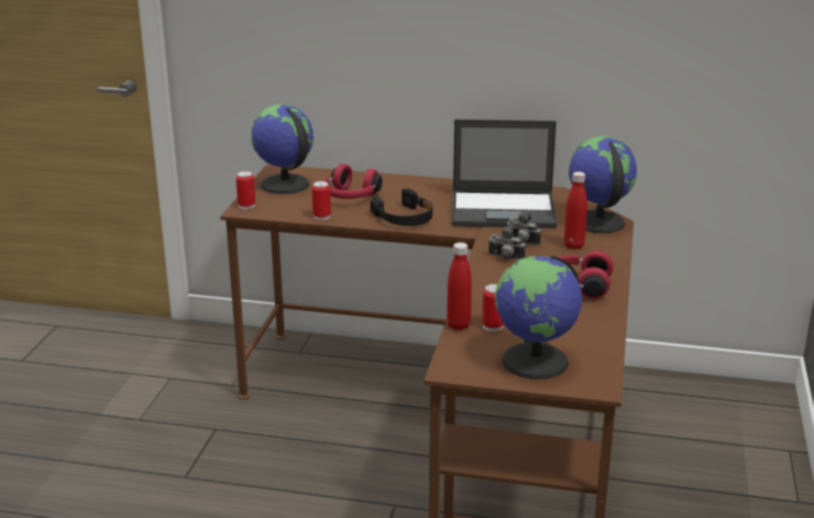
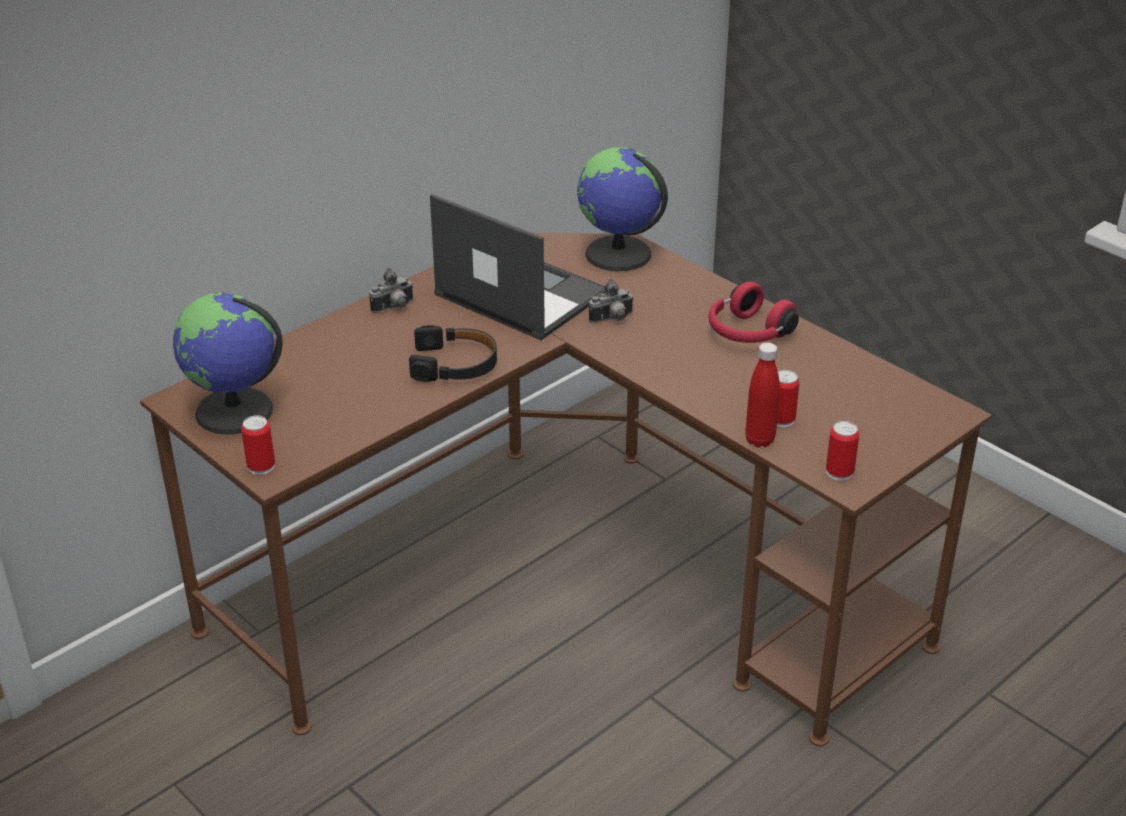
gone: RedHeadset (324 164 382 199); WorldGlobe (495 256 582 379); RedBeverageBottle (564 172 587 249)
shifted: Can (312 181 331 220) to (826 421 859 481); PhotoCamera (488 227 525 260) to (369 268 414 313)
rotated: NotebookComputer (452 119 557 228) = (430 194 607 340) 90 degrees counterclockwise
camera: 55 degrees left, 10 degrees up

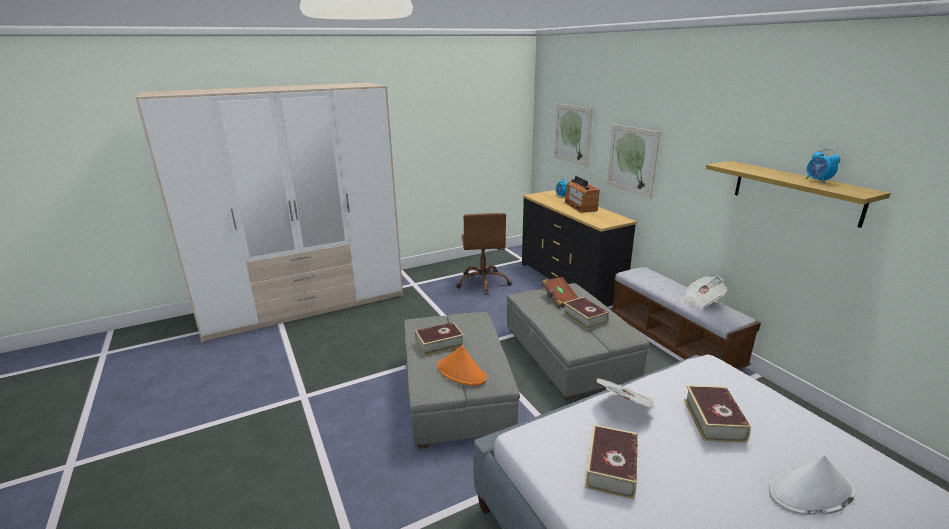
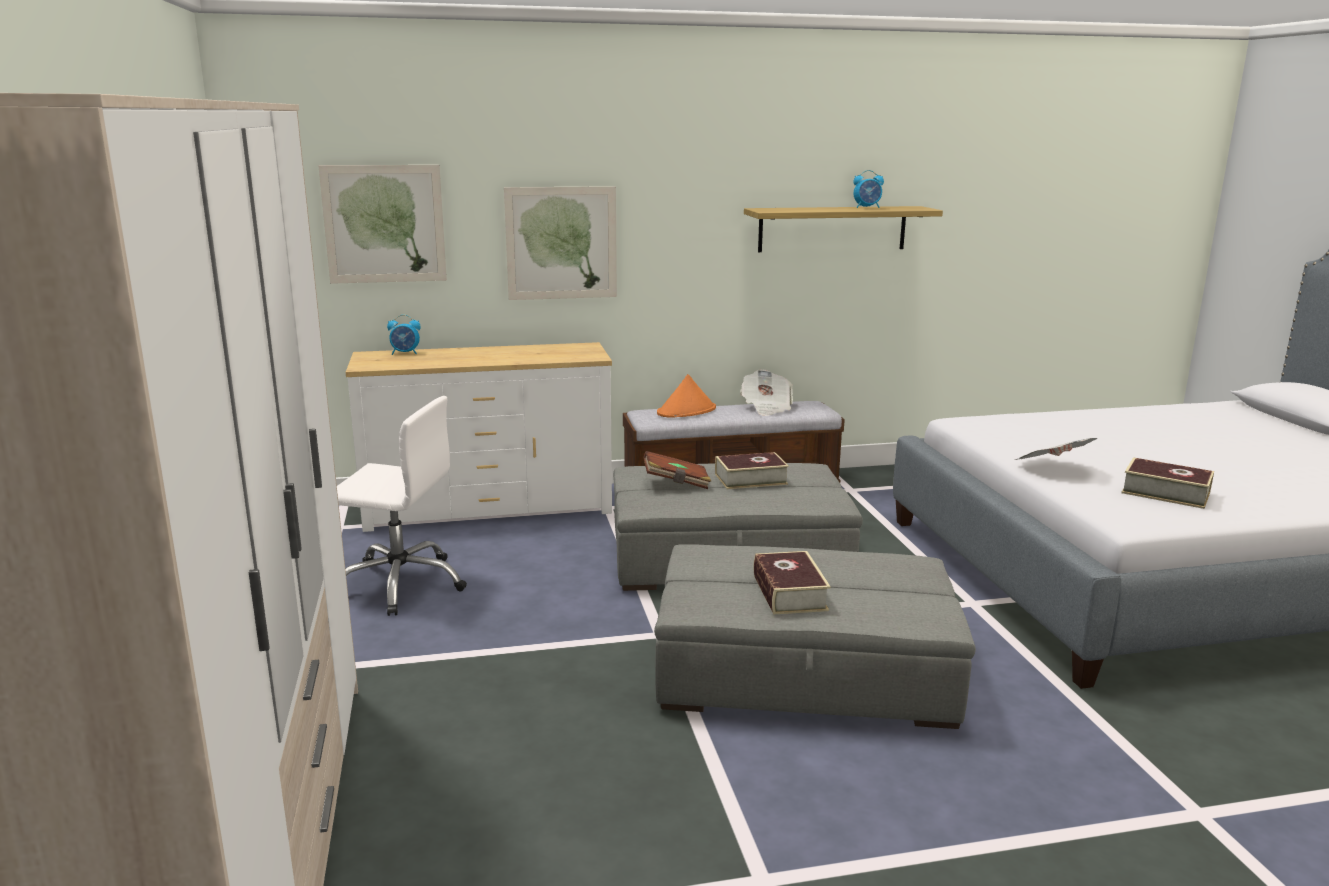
gone: Radio (565 176 600 213); BoundBook (684 385 751 443); WhitishHat (769 455 856 515)
shifted: OrangeyHat (437 345 487 386) to (657 374 716 417)
repainted: BrownColouredOfficeChair (456 213 512 295) to WhitishOfficeChair (337 396 467 616); BlackishDresser (522 190 637 307) to WhitishDresser (346 342 612 532)
camera: 75 degrees left, 5 degrees down

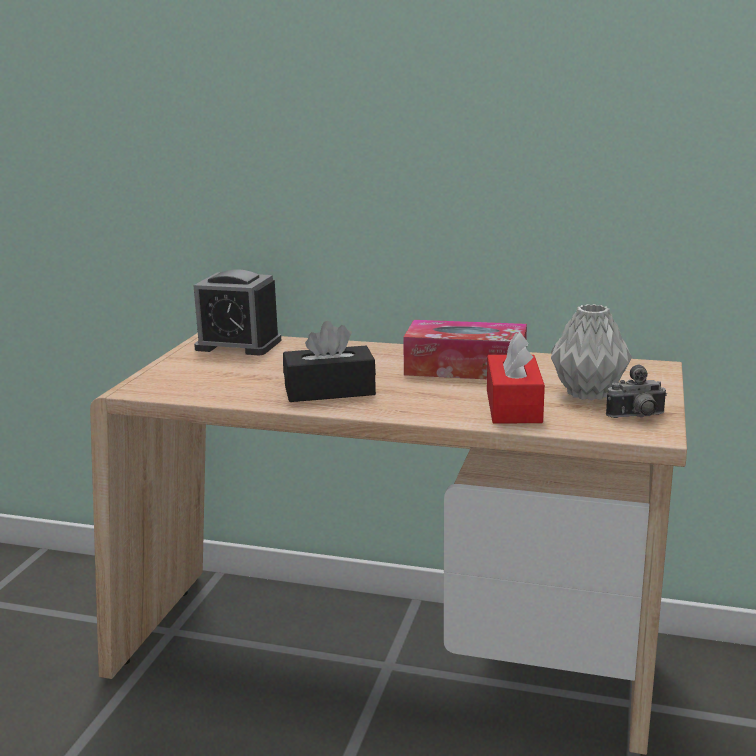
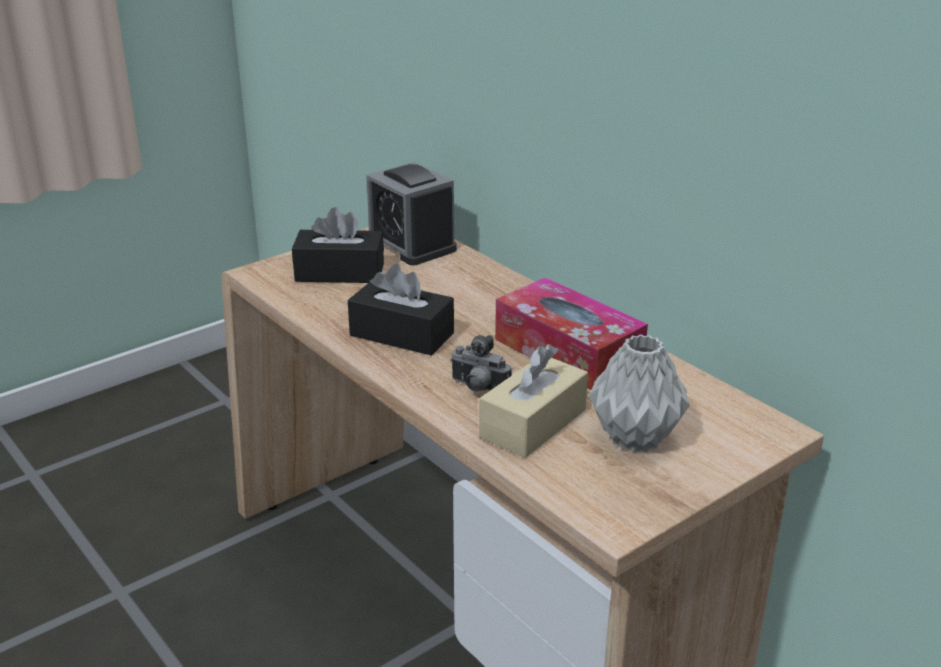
new: BlackishTissueHolder (292 207 384 283)
shifted: PhotoCamera (606 364 667 418) to (450 335 512 392)
repainted: RedTissueHolder (487 331 545 423) to SandColouredTissueHolder (479 344 588 458)
camera: 35 degrees right, 10 degrees up

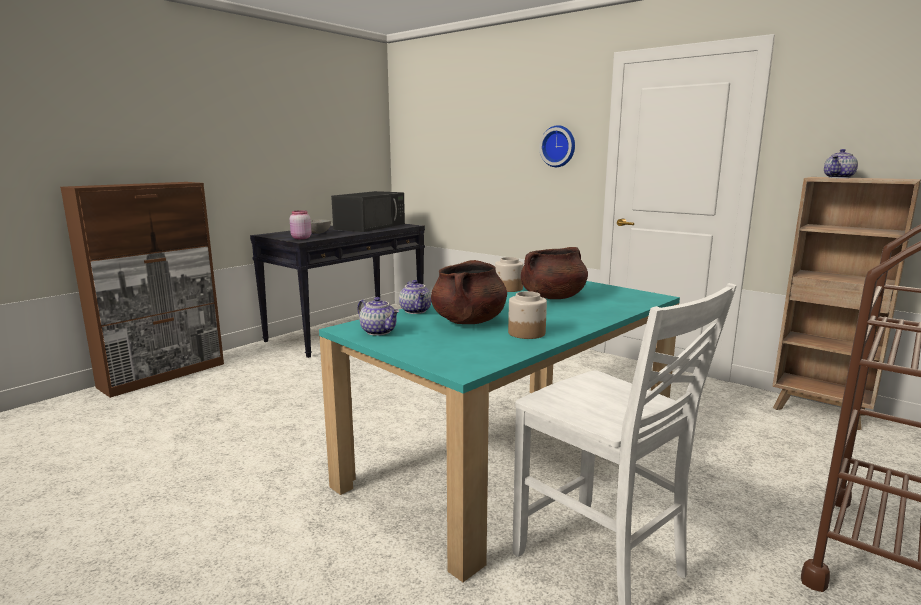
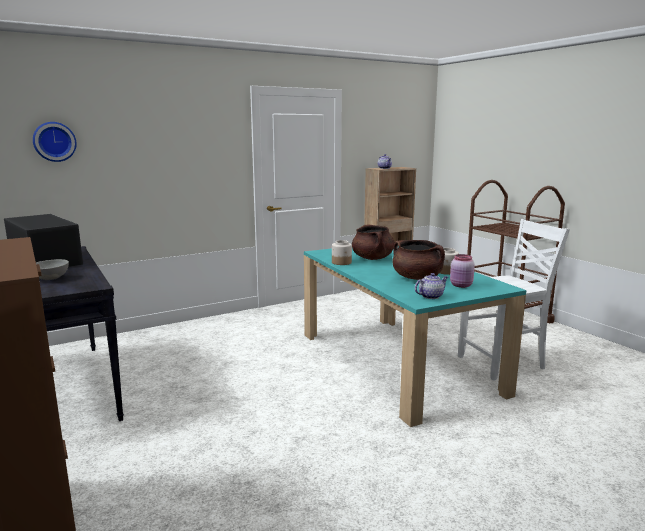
gone: Teapot (399 280 431 314)
shifted: PinkishStorageJar (290 210 311 239) to (450 254 475 288); ClockOnTheWall (539 125 575 167) to (33 122 77 162)
camera: 70 degrees left, 0 degrees up

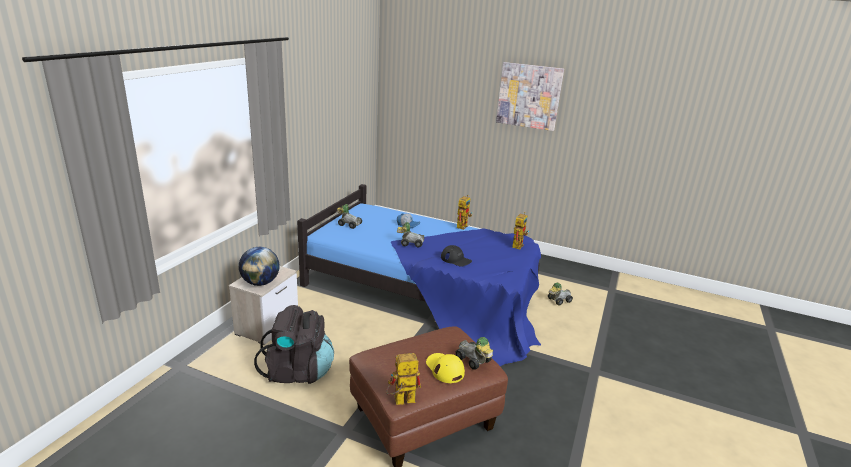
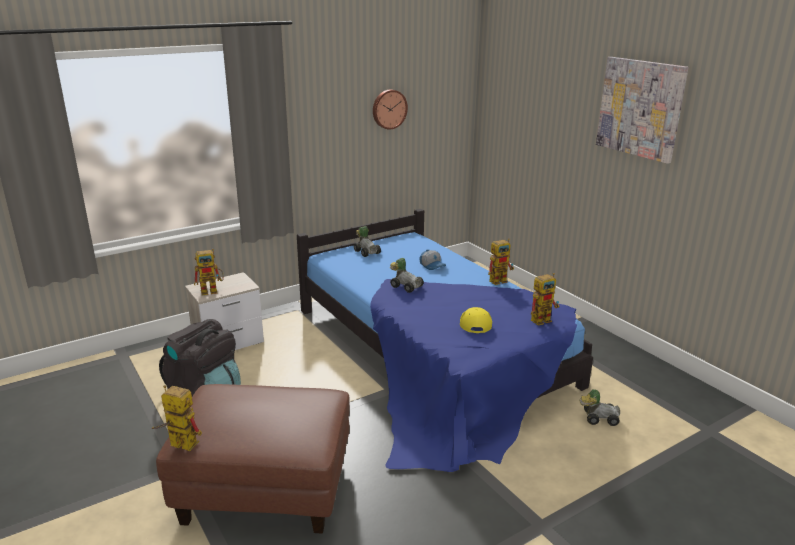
gone: BlackishCap (441 245 472 267); ModelCar (455 337 493 370)
new: ClockOnTheWall (373 90 408 130)
shifted: YellowColouredCap (426 353 465 383) to (460 307 492 333)
swapped: WorldGlobe (239 247 280 286) to ToyRobot (194 249 224 295)
camera: 35 degrees right, 0 degrees up

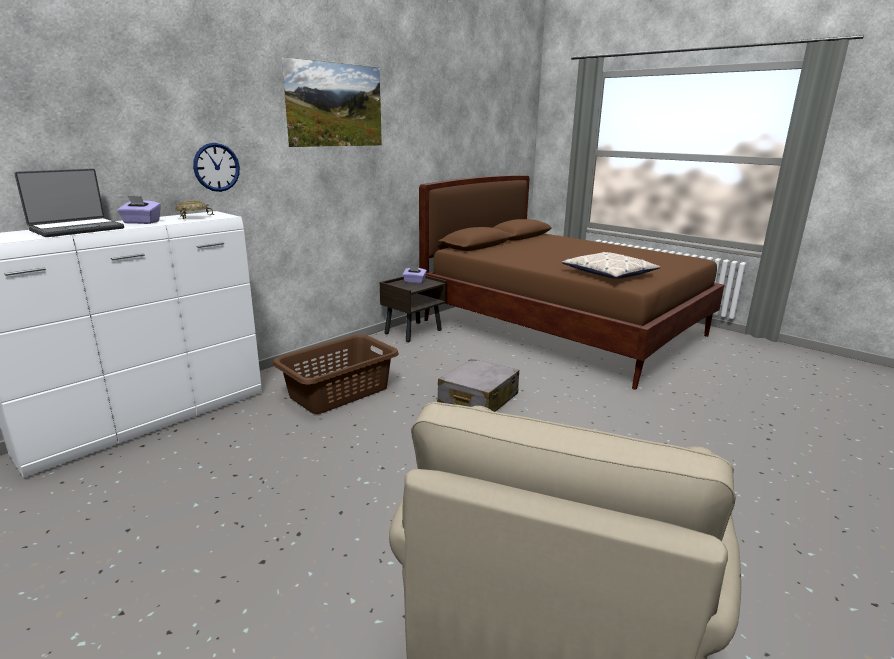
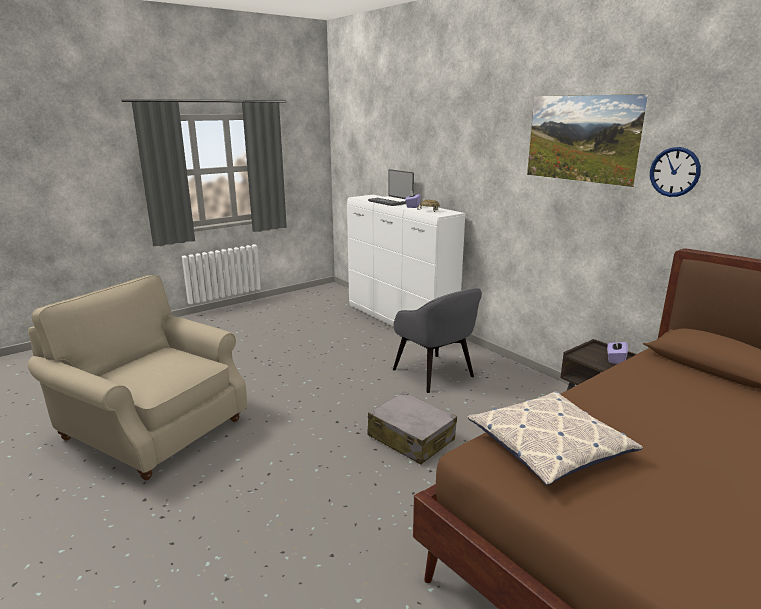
shifted: ClockOnTheWall (193 143 240 192) to (650 147 701 197)
swapped: BrownColouredWashingBasket (273 334 399 414) to GreyArmchair (393 288 482 393)
camera: 100 degrees right, 0 degrees up

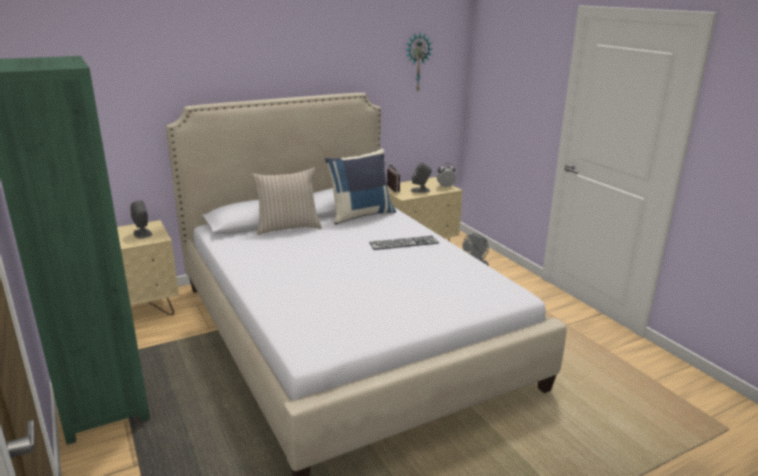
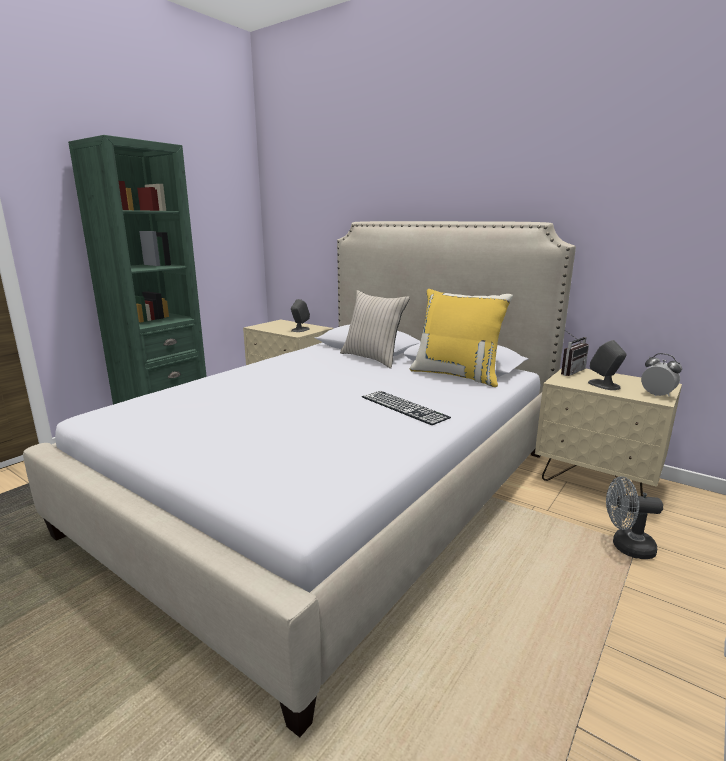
gone: ClockOnTheWall (406 33 433 93)
repainted: BlueColouredPillow (325 149 396 224) to YellowColouredPillow (410 289 513 387)
camera: 65 degrees right, 5 degrees down

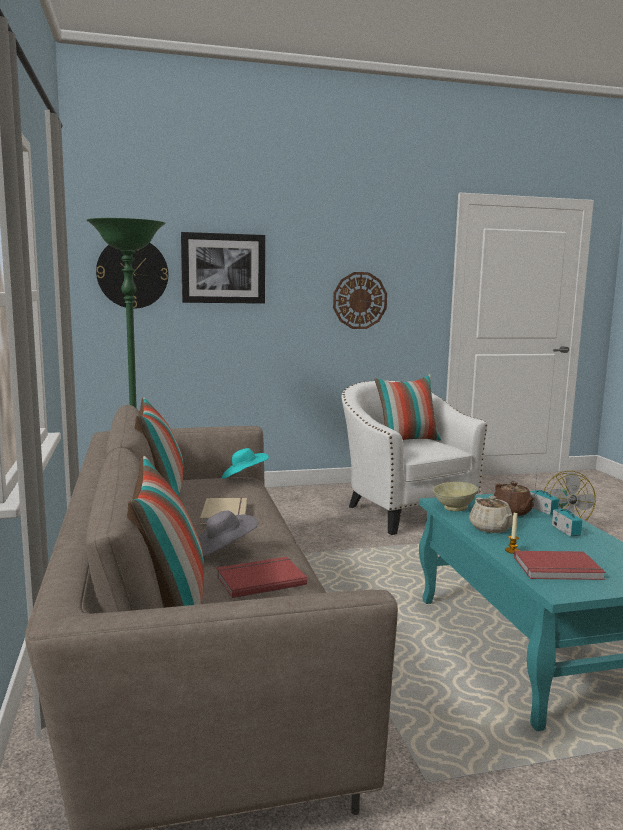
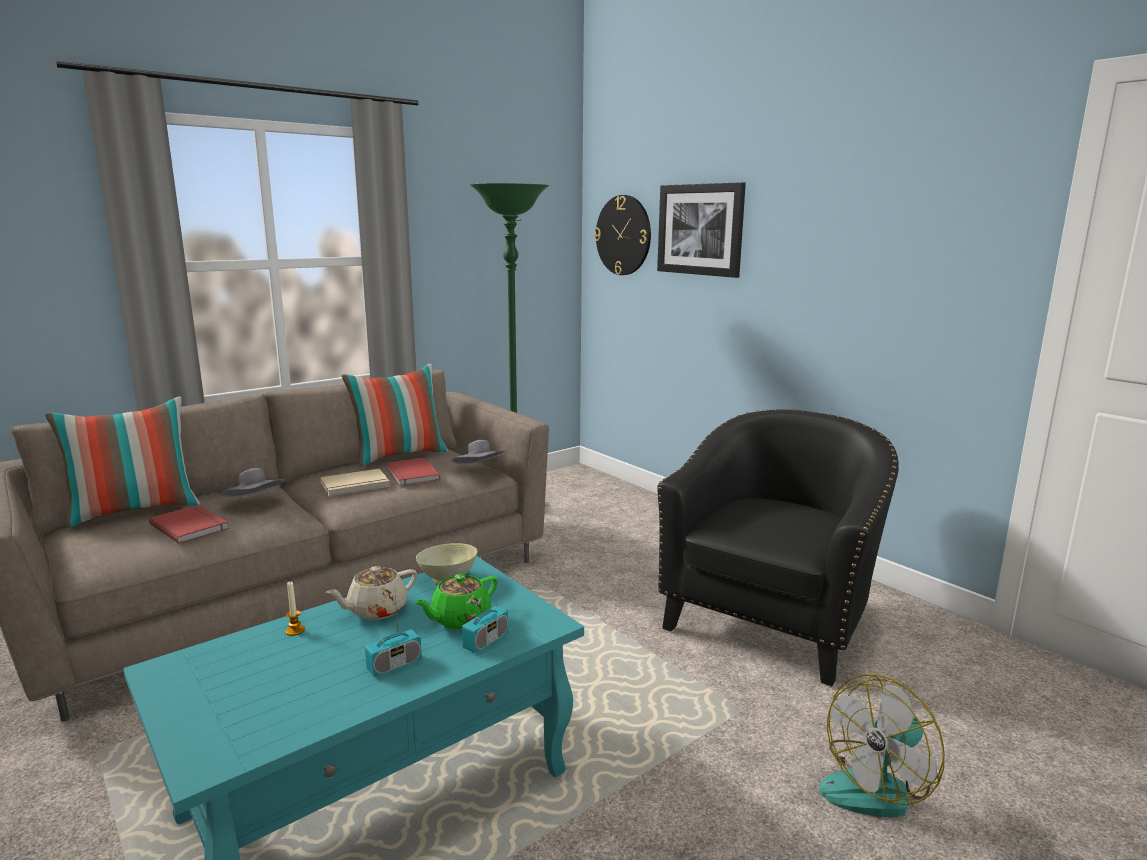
gone: ClockOnTheWall (333 272 387 329); Pillow (374 374 441 440)
shifted: RedBoundBook (514 551 606 580) to (386 458 440 486)
repainted: TurquoiseHat (222 448 269 479) to GreyHat (452 440 506 464); WhitishArmchair (341 380 487 535) to BlackishArmchair (657 409 899 686); BrownColouredTeapot (494 481 535 516) to GreenishTeapot (415 574 498 629)
camera: 65 degrees right, 5 degrees up

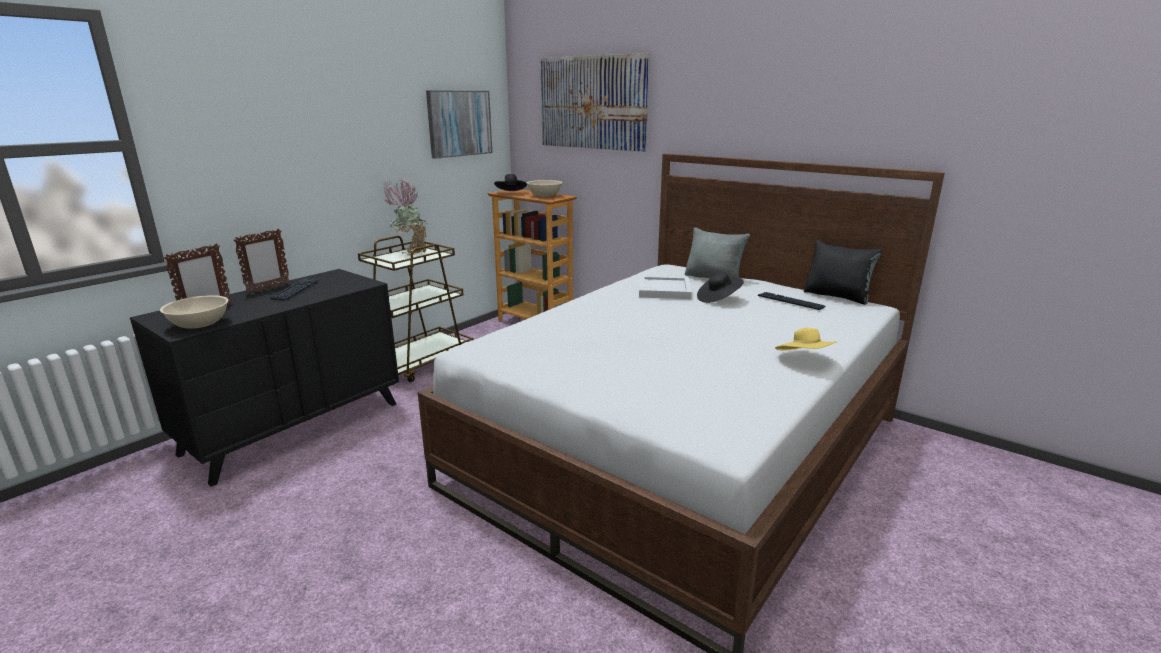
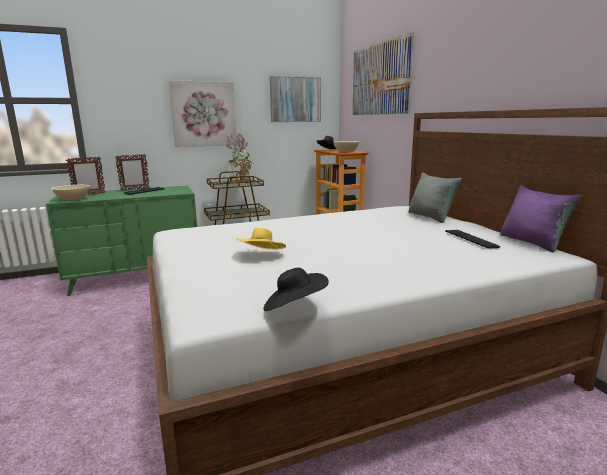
gone: WhitishCarryingTray (639 276 692 299)
new: WallPicture (169 80 237 147)
shifted: BlackishHat (697 272 744 303) to (263 268 329 311); YellowColouredHat (775 328 837 351) to (236 228 286 250)
repainted: BlackishDresser (130 269 399 487) to GreenishDresser (46 185 197 296); BlackishPillow (804 240 883 305) to PurpleColouredPillow (500 185 582 252)
camera: 30 degrees right, 5 degrees down

